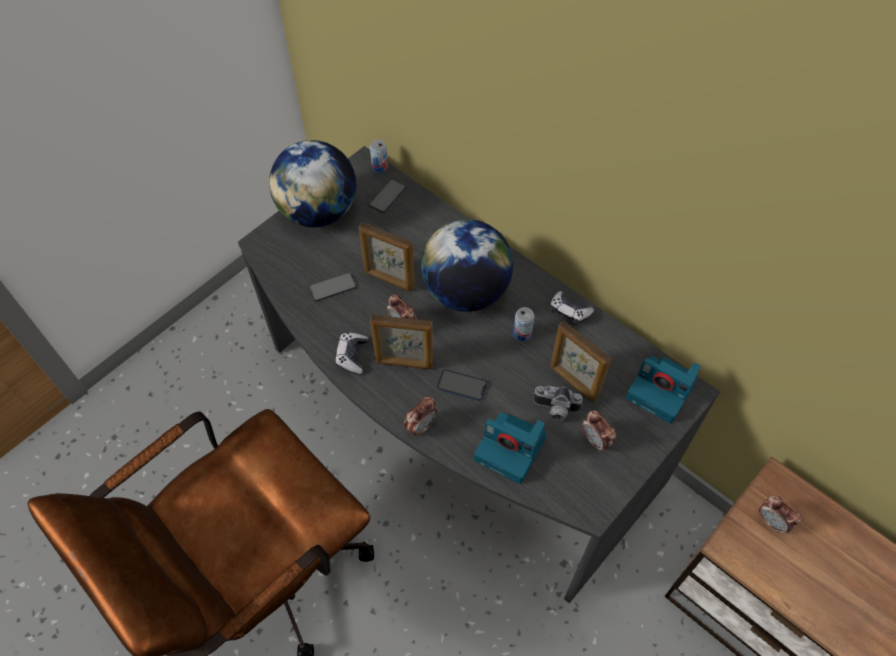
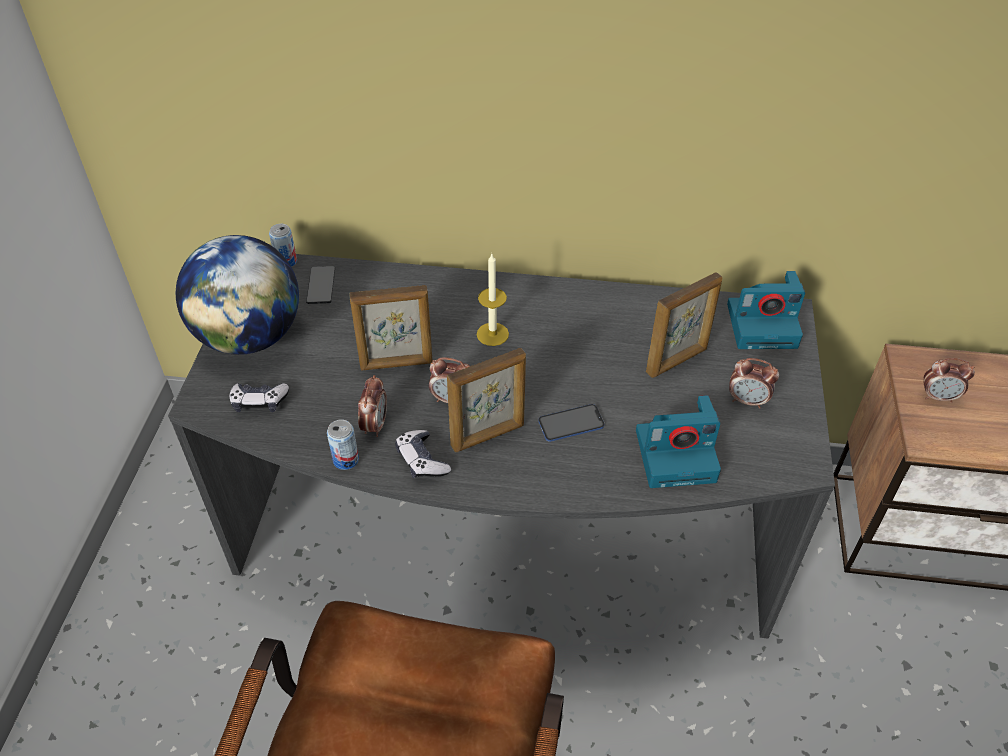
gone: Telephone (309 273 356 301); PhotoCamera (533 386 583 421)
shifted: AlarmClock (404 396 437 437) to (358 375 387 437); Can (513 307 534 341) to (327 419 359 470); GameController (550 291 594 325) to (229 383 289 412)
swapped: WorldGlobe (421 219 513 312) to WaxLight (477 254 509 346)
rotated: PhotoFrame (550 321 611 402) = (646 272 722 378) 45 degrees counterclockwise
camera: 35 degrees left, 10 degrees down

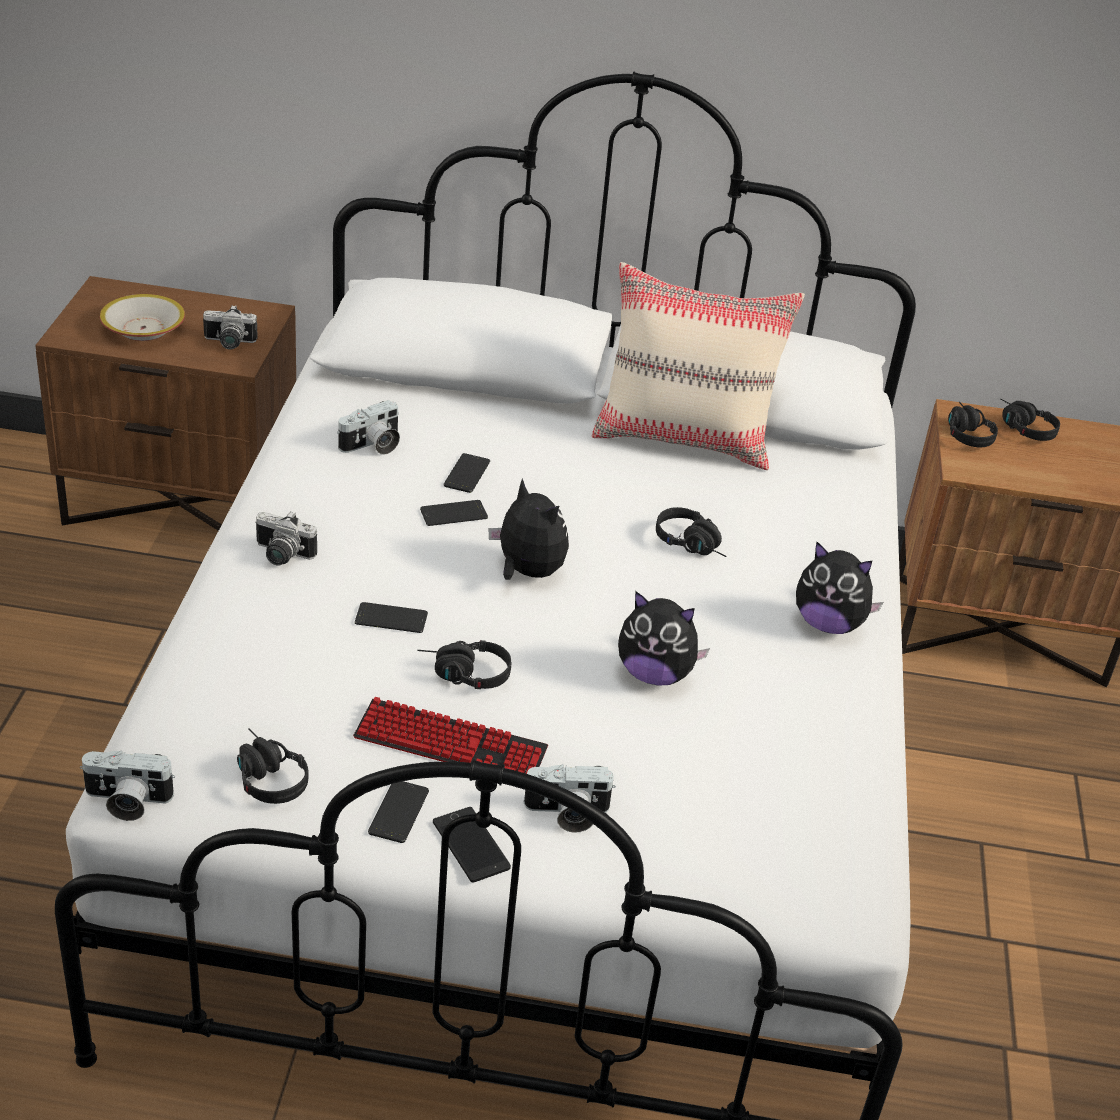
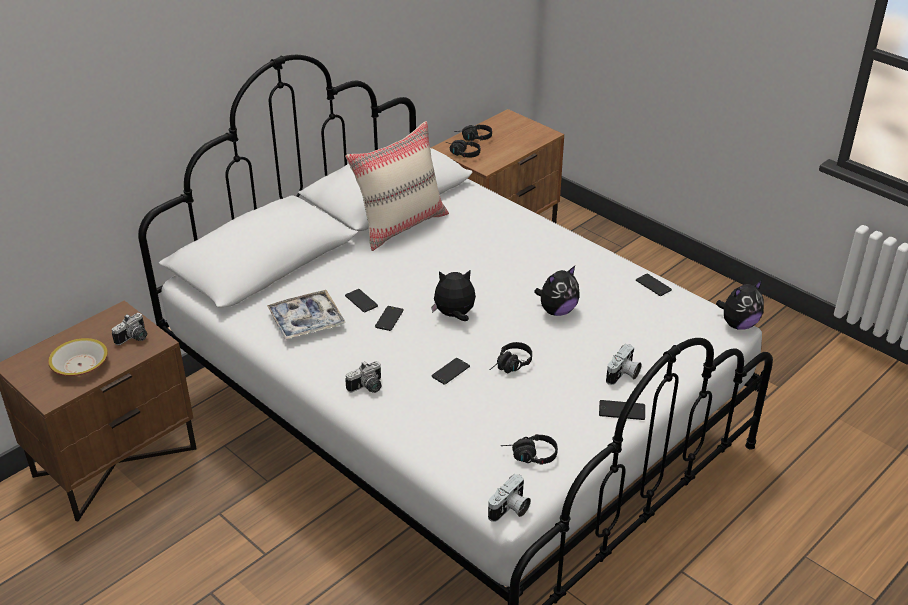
gone: Keyboard (353 697 548 774); BlackishHeadset (656 507 726 557)
shifted: Telephone (368 781 429 843) to (636 274 672 296); CuddlyToy (796 542 883 634) to (716 280 764 330)
swapped: PhotoCamera (337 400 400 455) to CarryingTray (267 290 345 340)
camera: 50 degrees left, 0 degrees up

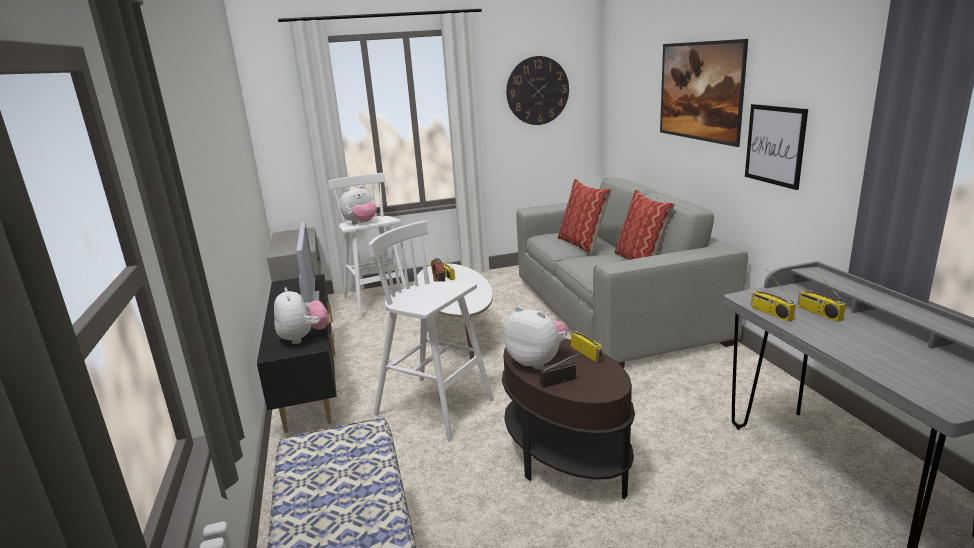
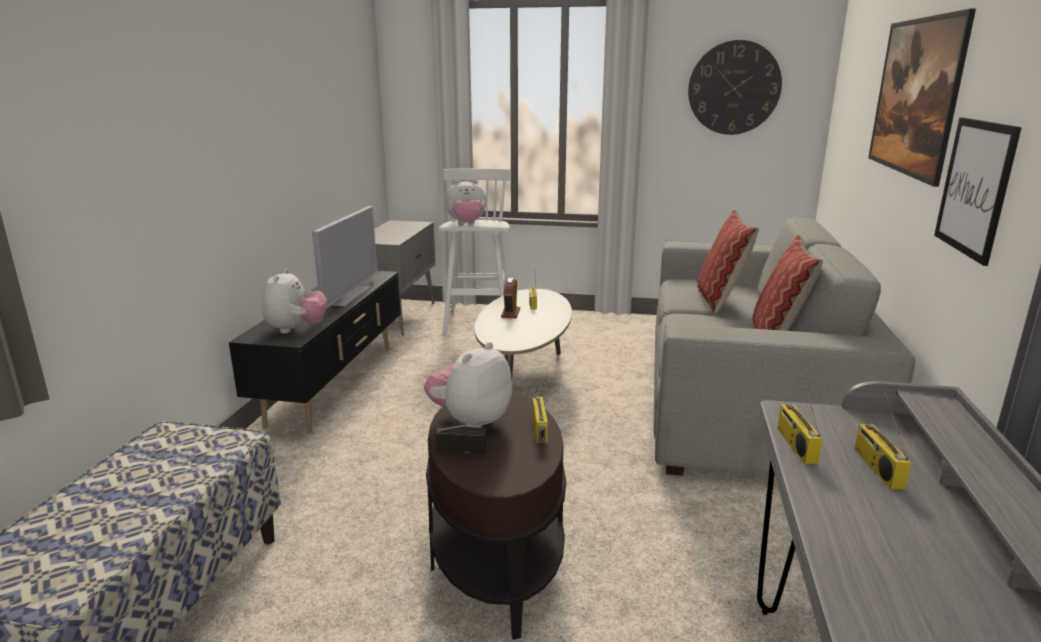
gone: WhitishStoolSeat (368 221 494 441)
rotated: CuddlyToy (504 306 567 370) = (424 342 512 428) 120 degrees counterclockwise
camera: 25 degrees right, 0 degrees up

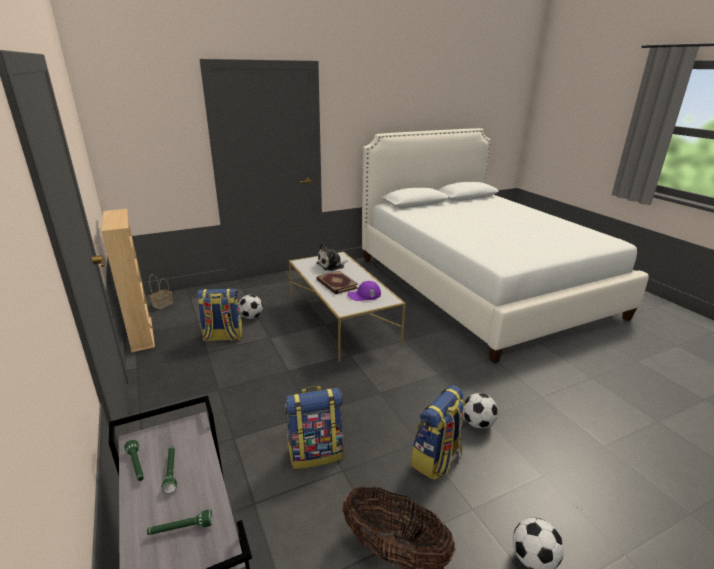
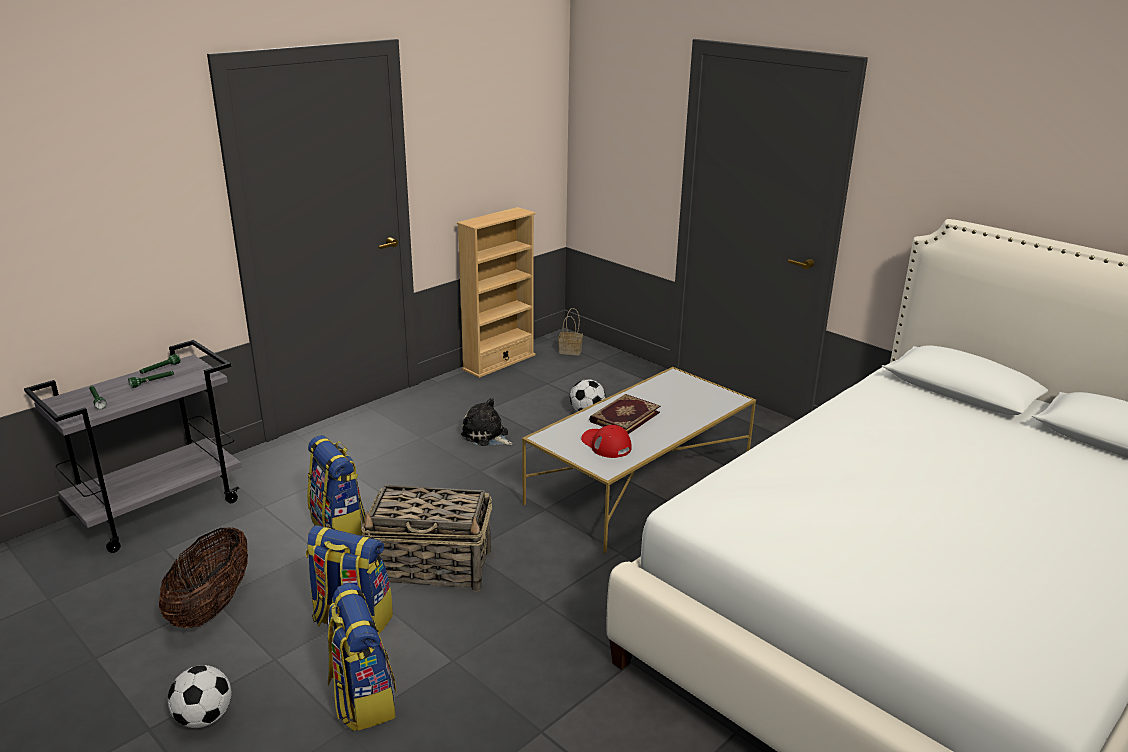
gone: Football (463 393 498 429)
new: Basket (361 485 492 592)
shifted: Knapsack (197 288 242 341) to (327 583 396 732); CuddlyToy (316 243 348 271) to (461 398 513 446)
repainted: PurpleColouredCap (347 281 381 301) to RedCap (581 425 632 458)
camera: 70 degrees right, 0 degrees up

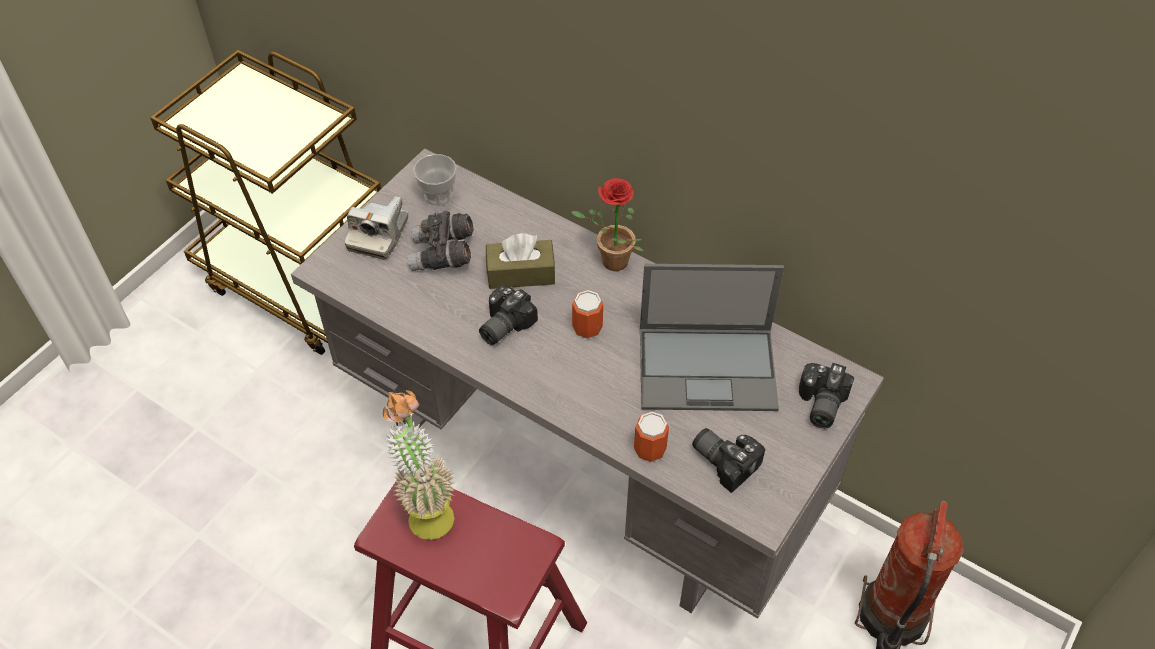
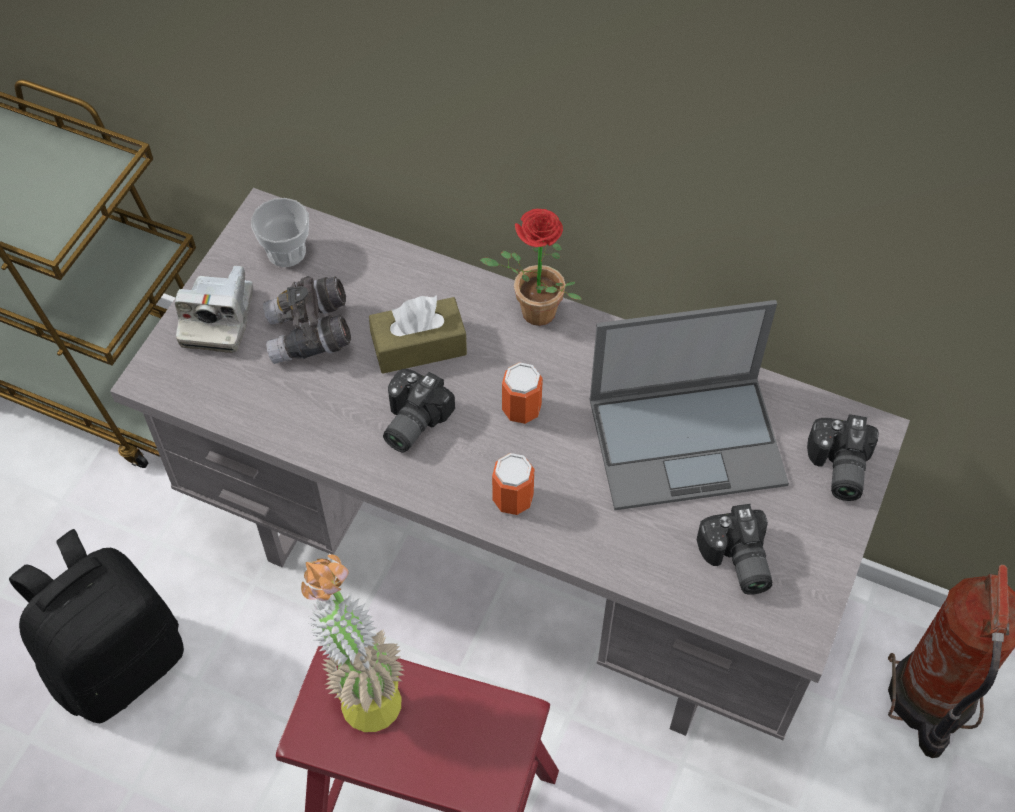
new: BlackishKnapsack (9 529 184 723)
shifted: Can (634 412 669 462) to (492 453 534 515)
rotated: PhotoCamera (692 428 765 493) = (697 504 772 595) 135 degrees counterclockwise
camera: 10 degrees left, 5 degrees up

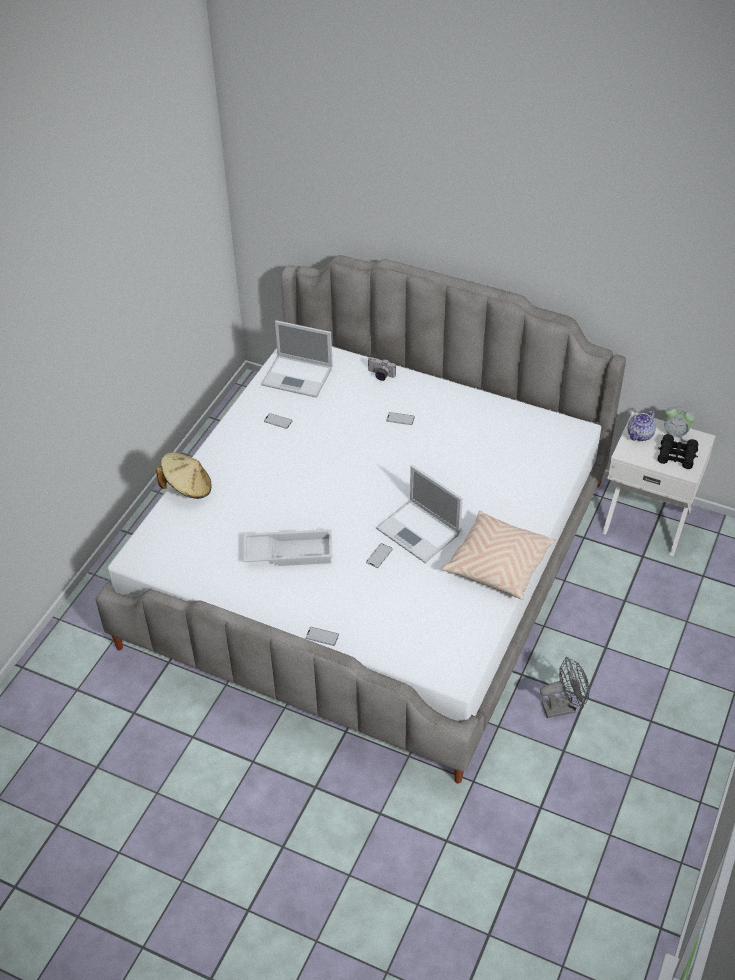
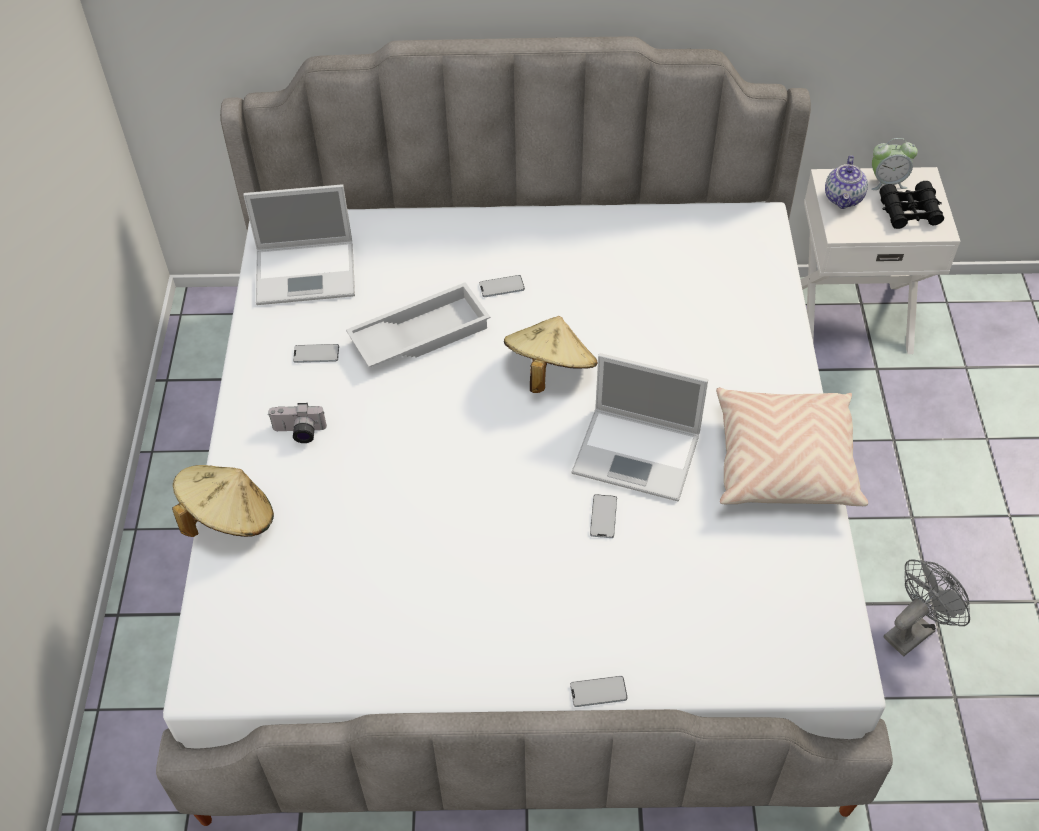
new: SandColouredHat (504 316 597 393)
shifted: WhitishCarryingTray (244 529 333 566) to (346 282 490 367); PhotoCamera (368 357 396 381) to (268 403 327 443)
camera: 25 degrees left, 5 degrees up

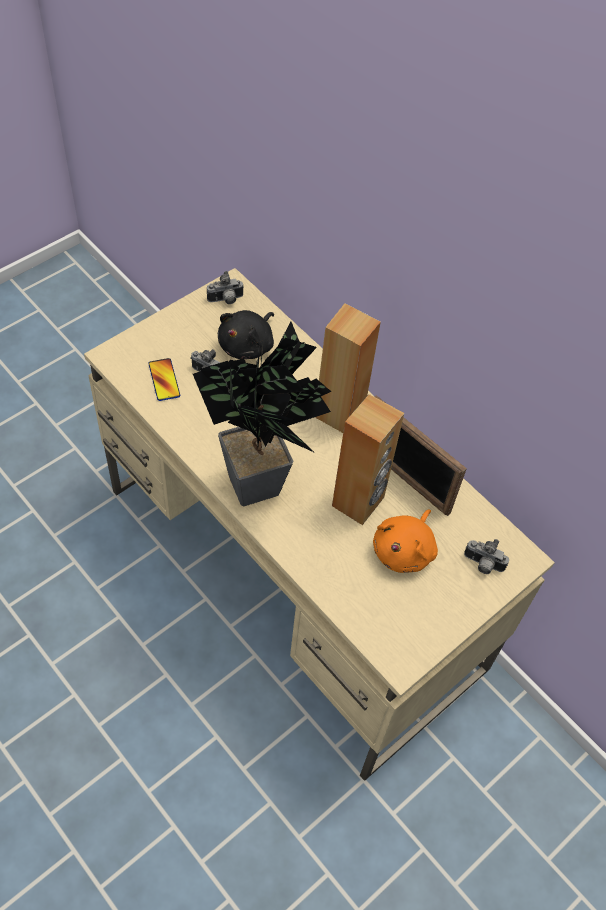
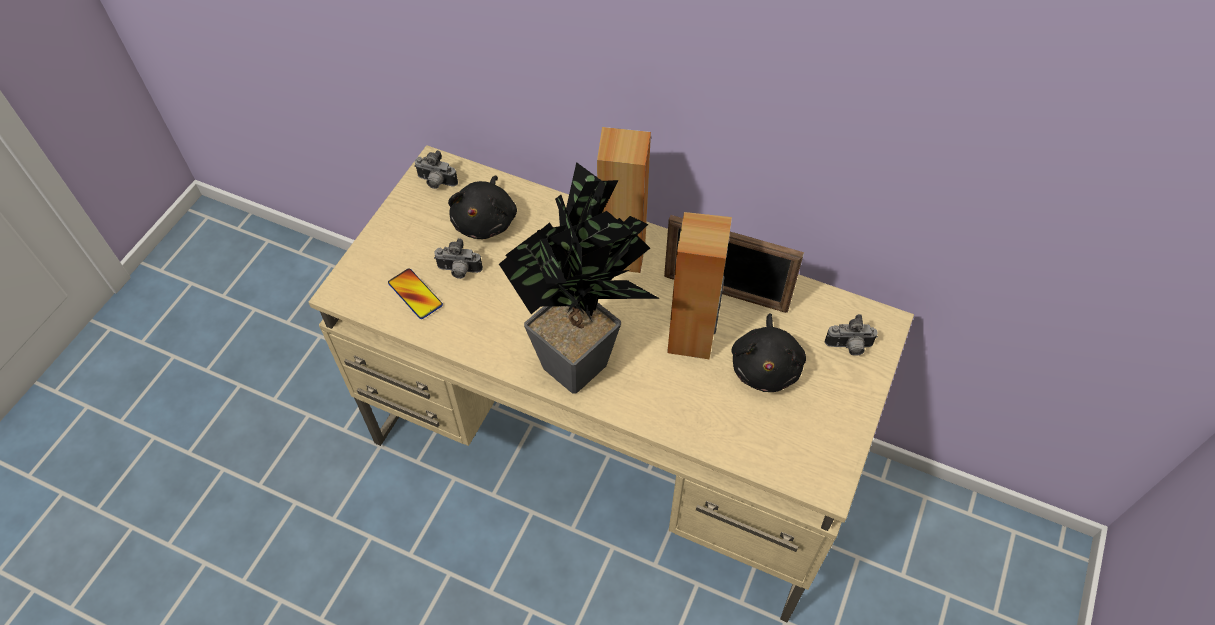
repainted: OrangeyCuddlyToy (373 510 438 573) to BlackishCuddlyToy (732 314 806 392)
rotated: PhotoCamera (207 271 244 304) = (414 150 458 189) 60 degrees clockwise
camera: 20 degrees left, 0 degrees up

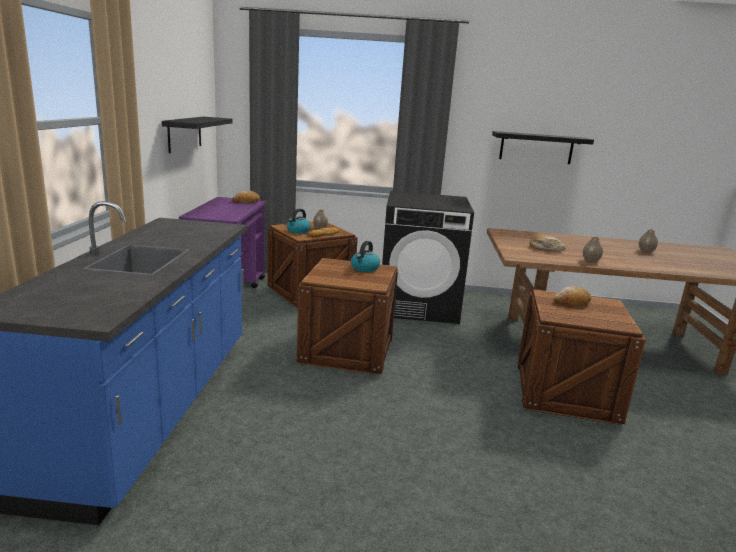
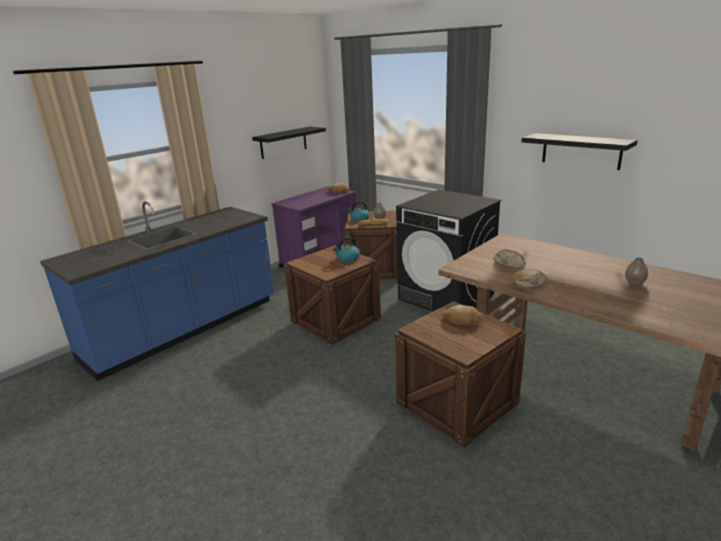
swapped: FlowerVase (583 237 603 263) to BakeryBread (511 269 547 288)
camera: 40 degrees right, 5 degrees up

